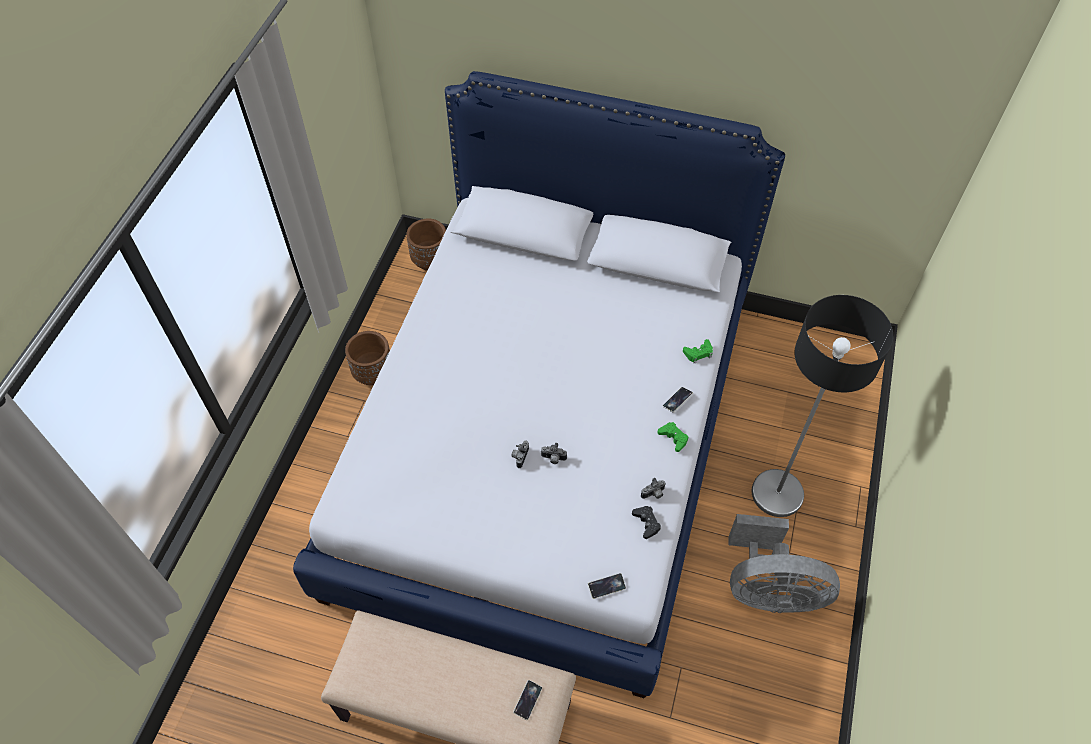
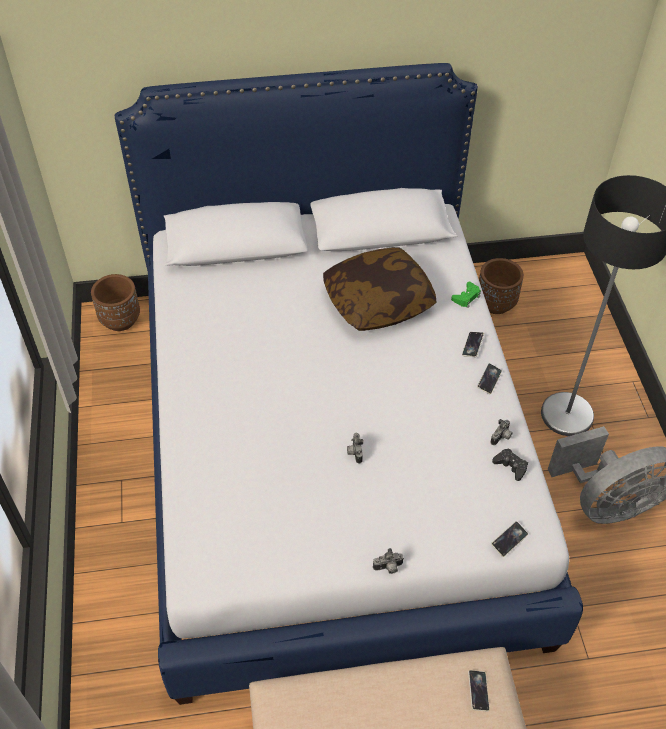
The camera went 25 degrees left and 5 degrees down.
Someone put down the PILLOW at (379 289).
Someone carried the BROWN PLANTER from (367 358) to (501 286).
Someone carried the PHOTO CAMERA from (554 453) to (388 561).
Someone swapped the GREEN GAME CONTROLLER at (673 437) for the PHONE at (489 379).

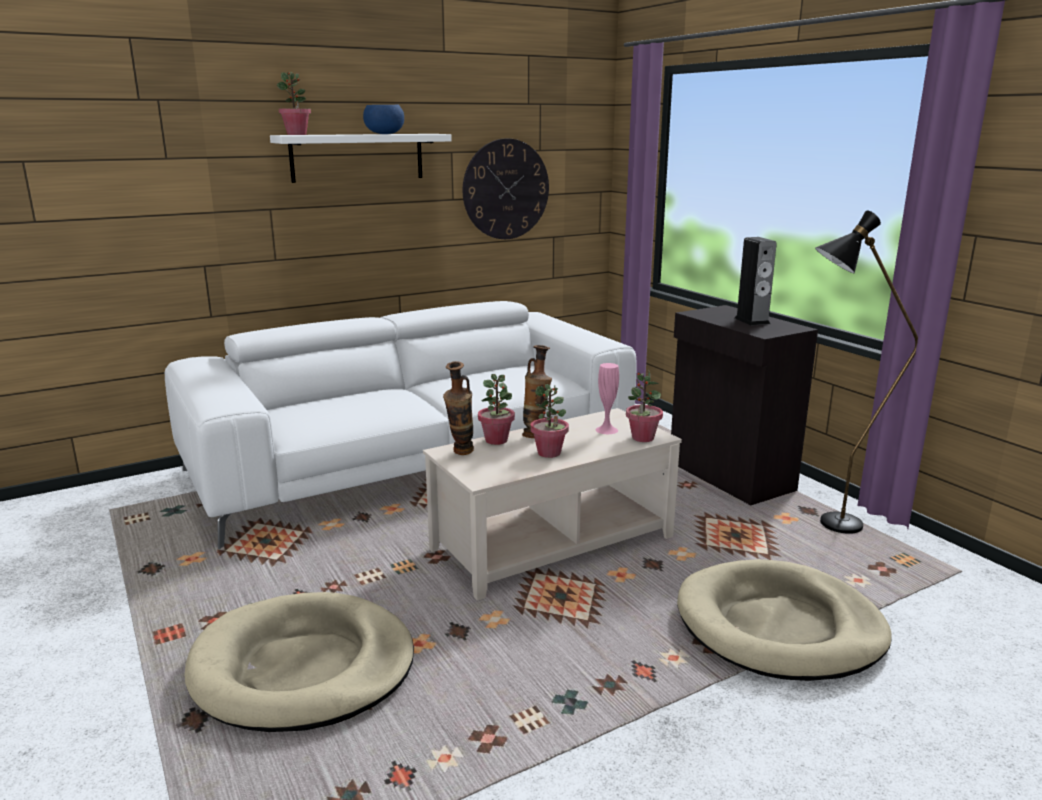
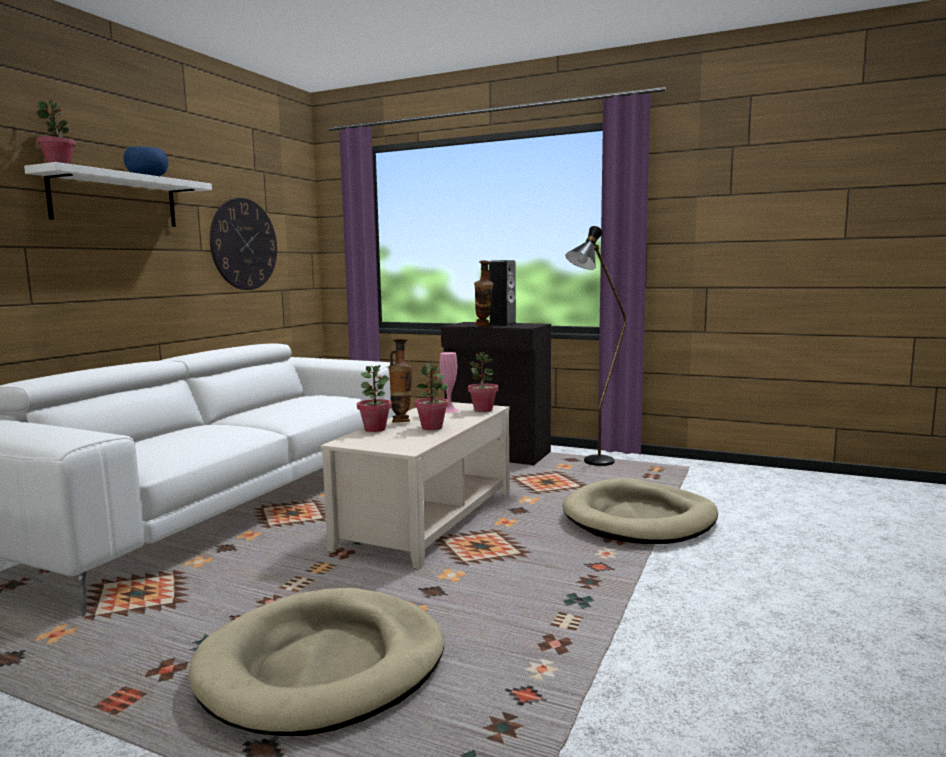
The camera went 35 degrees left and 10 degrees down.
Someone carried the VASE from (458 408) to (483 293).

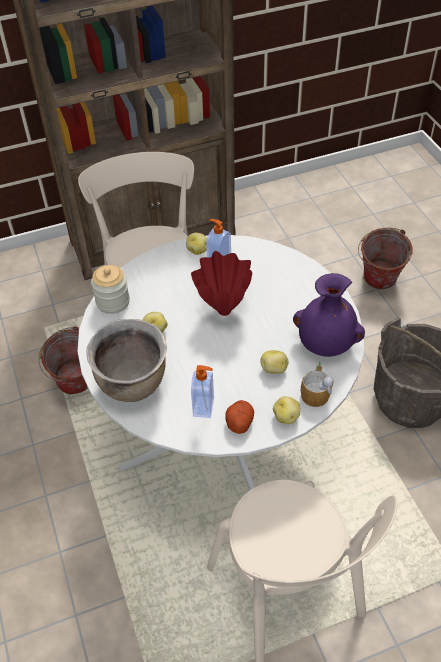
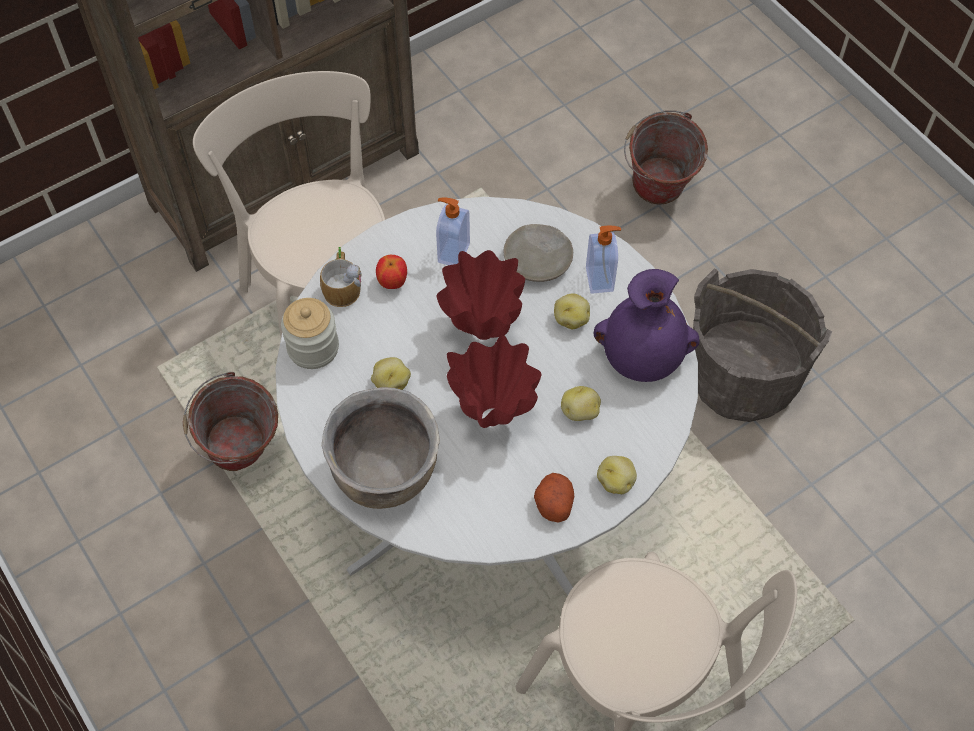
The camera went 15 degrees left and 10 degrees up.
Someone put down the APPLE at (391 272).
Someone put down the RED VASE at (494 381).
Someone put down the BEIGE PLATE at (538 253).
Someone carried the POTATO from (196 244) to (572 311).
Someone carried the SOAP DISPENSER from (202 391) to (603 260).
Someone carried the MUG from (317 384) to (341 277).

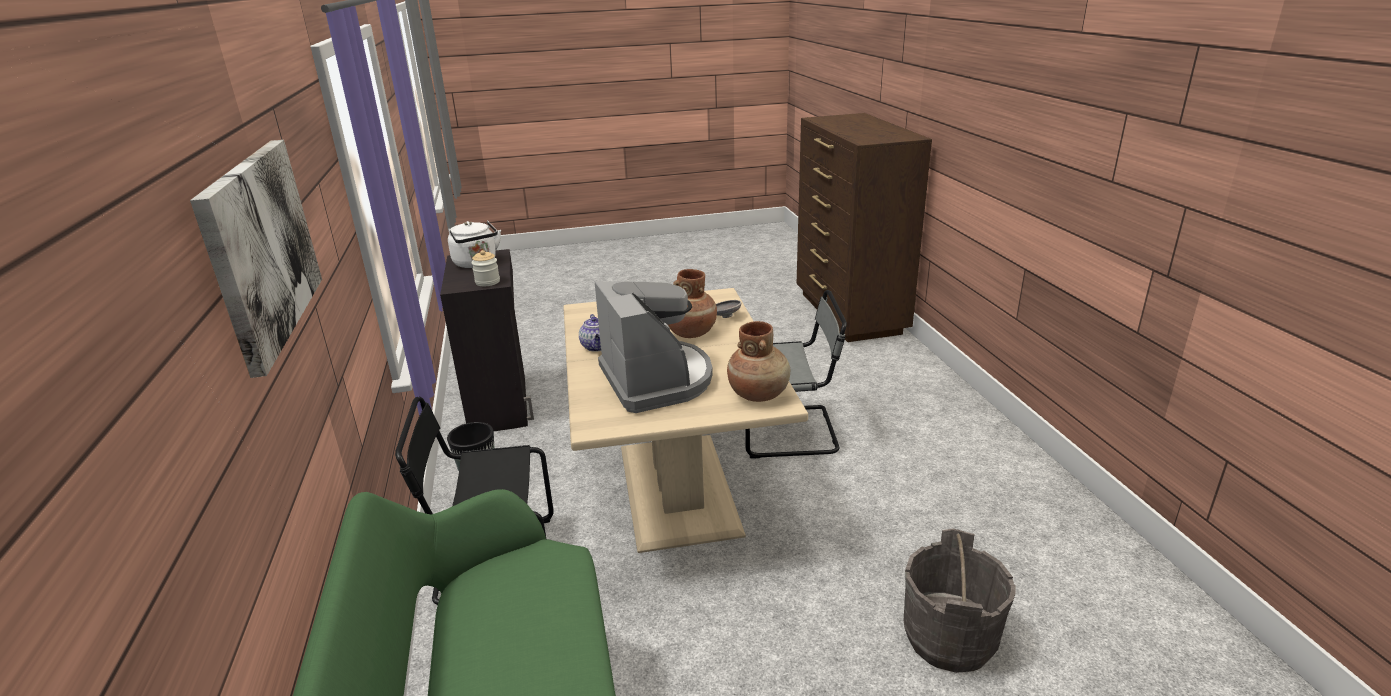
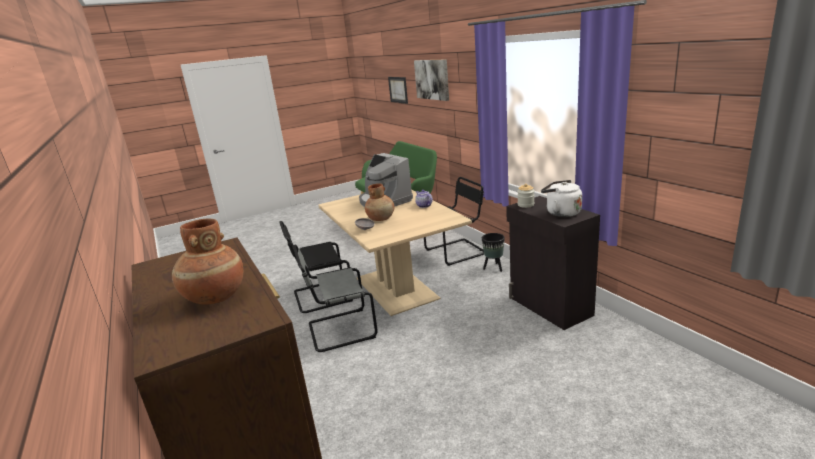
The camera went 165 degrees right and 5 degrees down.
Someone took away the GREY BUCKET at (960 600).
Someone put down the BLACK CHAIR at (316 267).
Someone put up the PICTURE at (398 90).
Someone carried the BROWN VASE from (758 361) to (207 262).

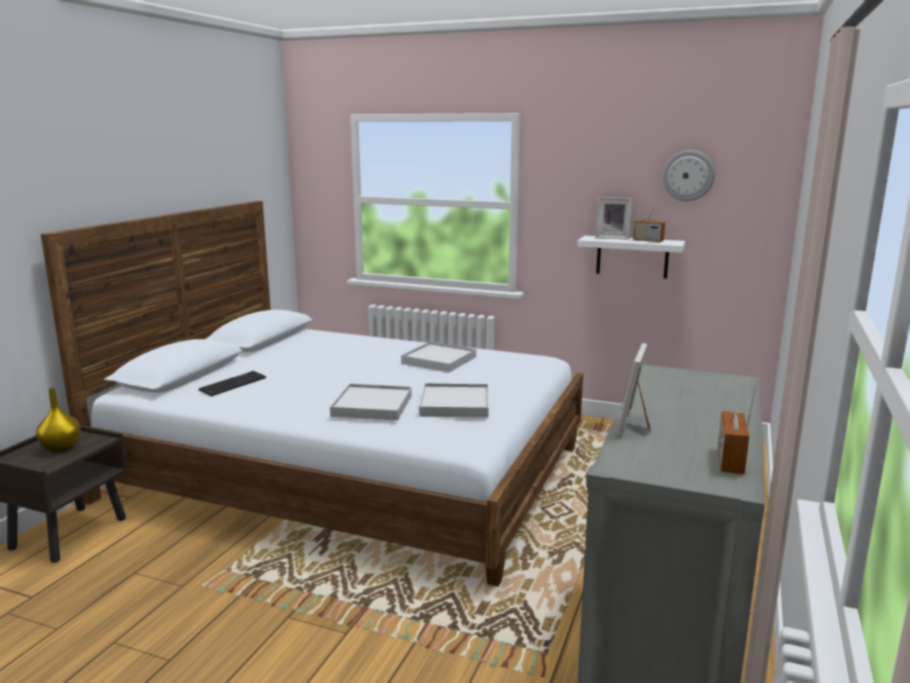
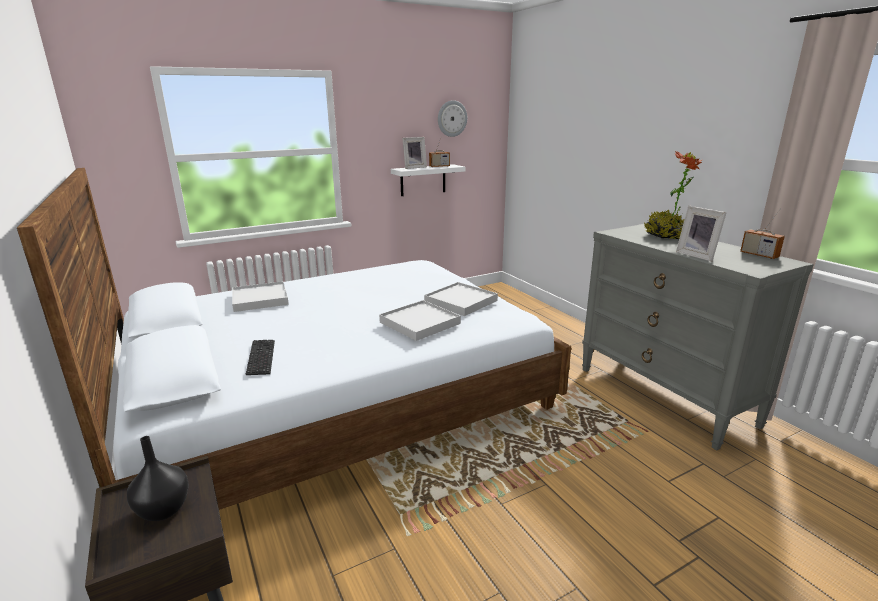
The camera went 50 degrees left and 5 degrees up.
Someone put down the POTTED PLANT at (673 195).
Someone carried the WHITE TRAY from (438 357) to (260 296).
Someone repainted the YELLOW VASE at (58 420), which became the BLACK VASE at (158 478).

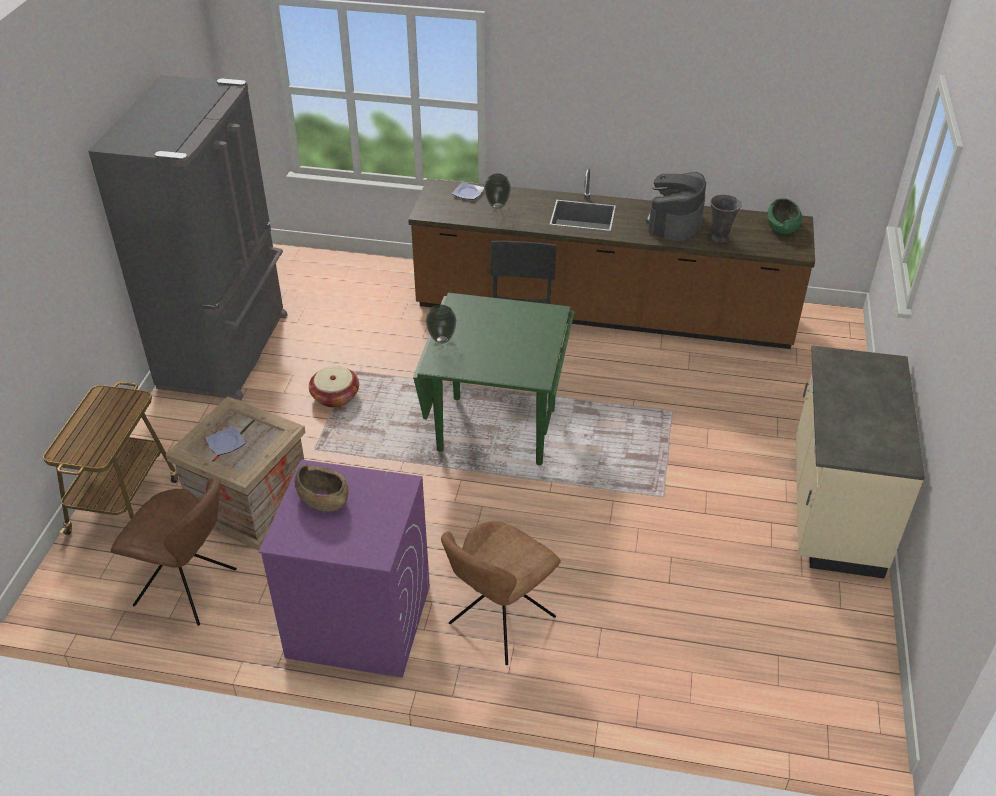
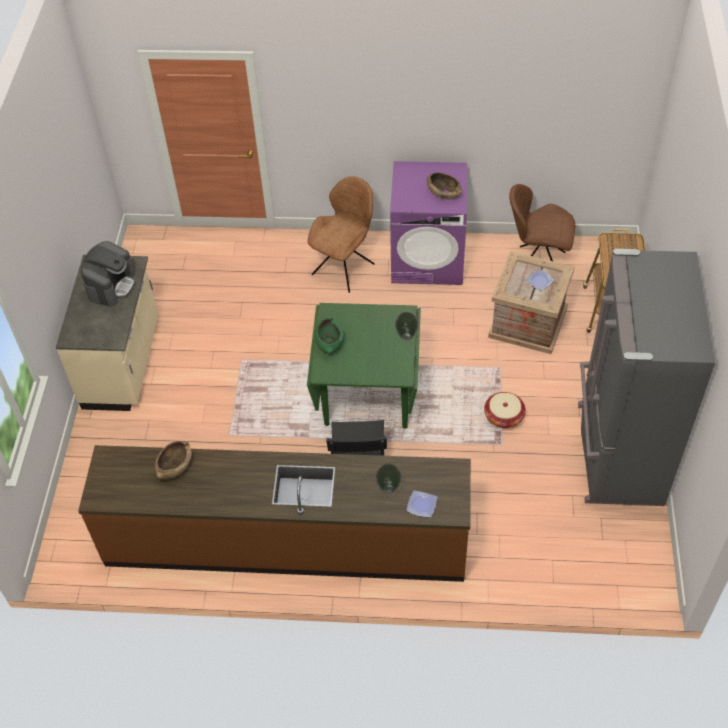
The camera went 175 degrees right and 10 degrees up.
Someone carried the COFFEE MACHINE from (676 206) to (108 274).
Someone carried the GREEN BOWL from (784 216) to (329 336).
Someone swapped the GREY VASE at (726 218) for the BROWN BOWL at (173 460).

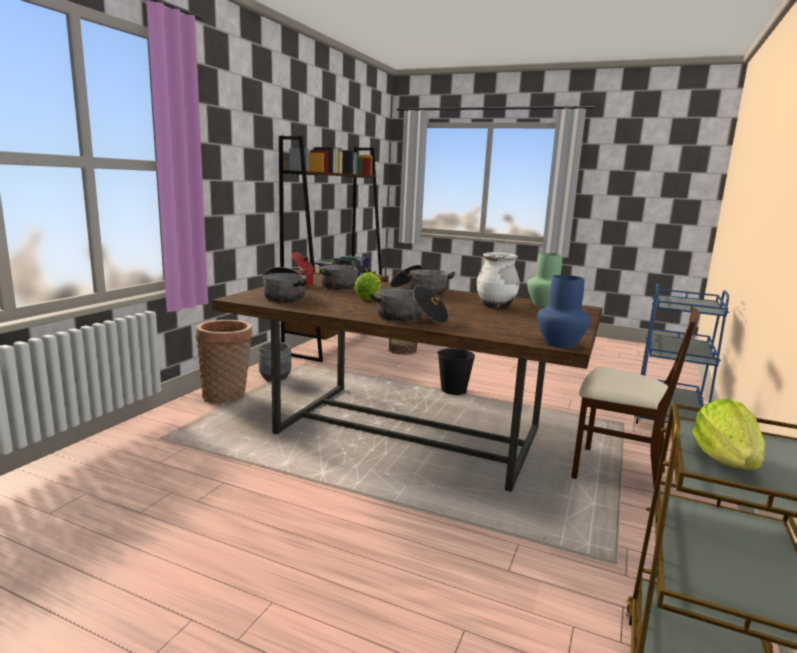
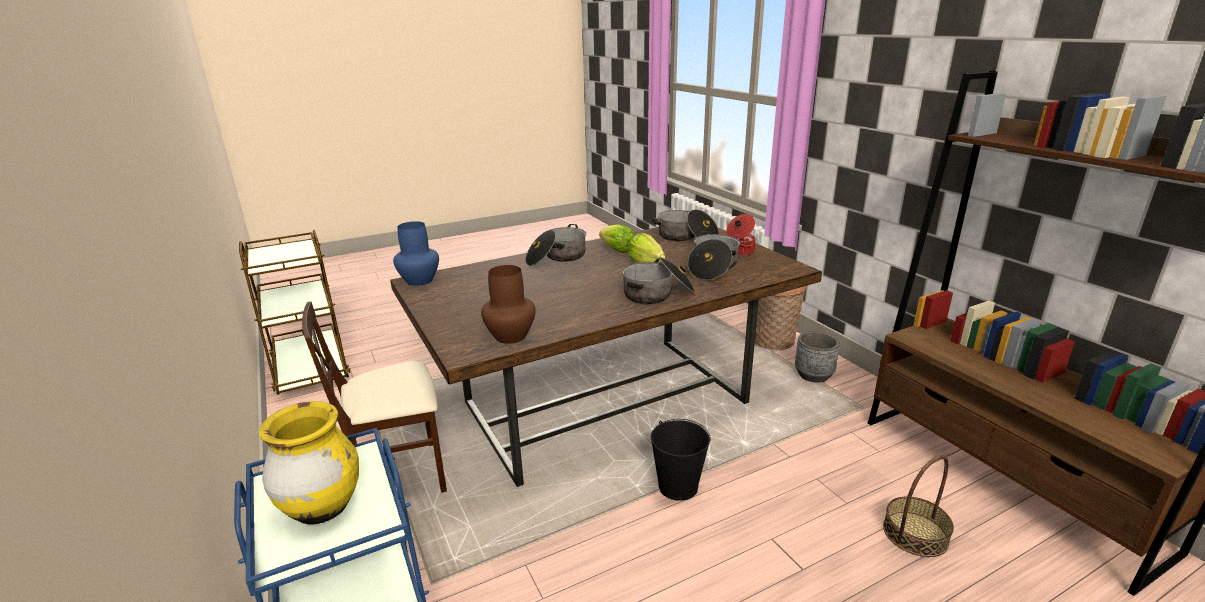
The camera went 130 degrees right and 10 degrees up.
Someone took away the WHITE VASE at (498 280).
Someone put down the YELLOW VASE at (309 462).
Someone carried the LETTUCE from (728 434) to (617 238).
Someone repainted the GREEN VASE at (544 280), which became the BROWN VASE at (508 304).

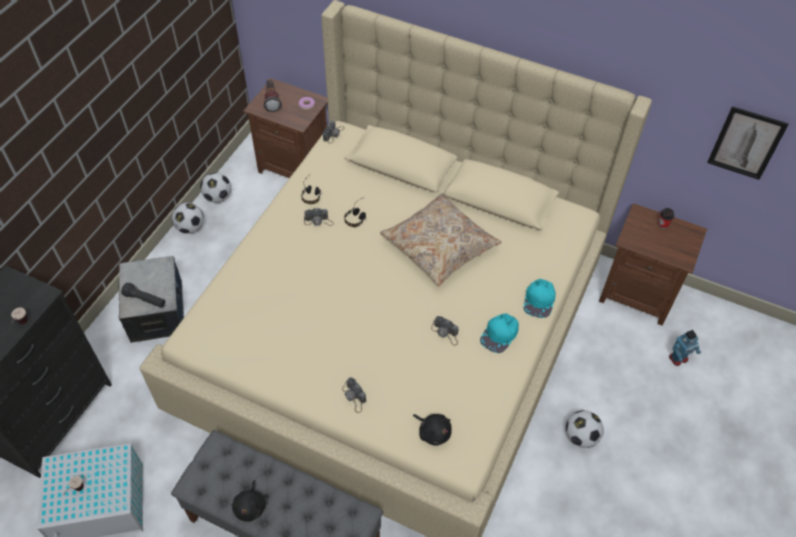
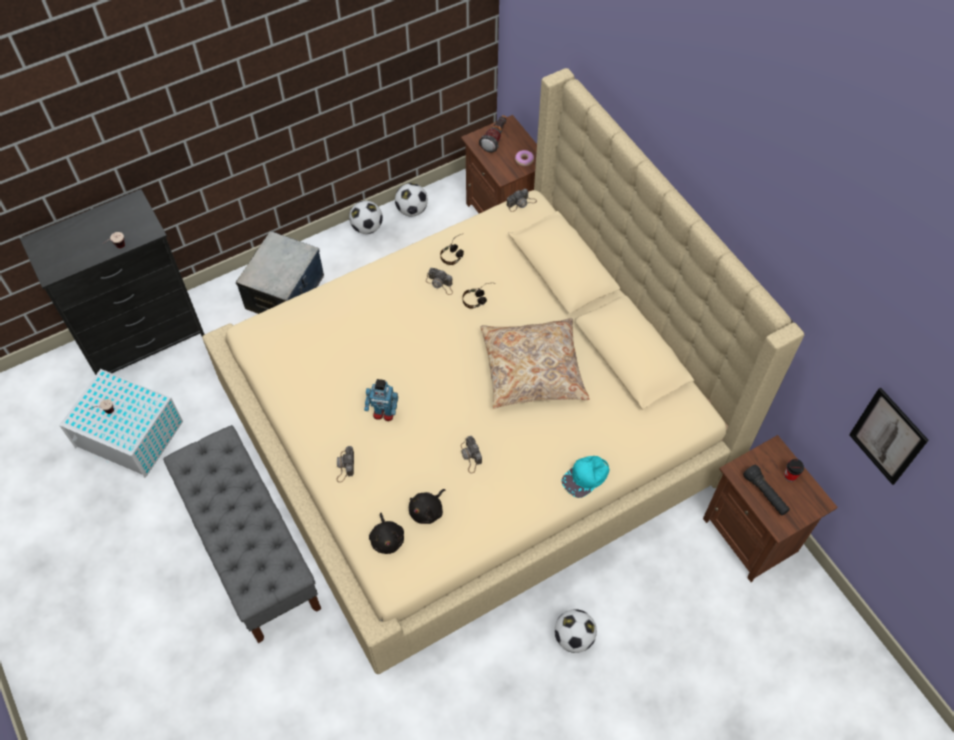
The camera went 35 degrees right and 5 degrees up.
Someone took away the TURQUOISE CAP at (499 333).
Someone carried the BLACK FLASHLIGHT from (143 295) to (766 490).
Someone carried the BLACK PLUSH TOY from (249 501) to (427 506).
Someone carried the TOY ROBOT from (685 348) to (381 400).

